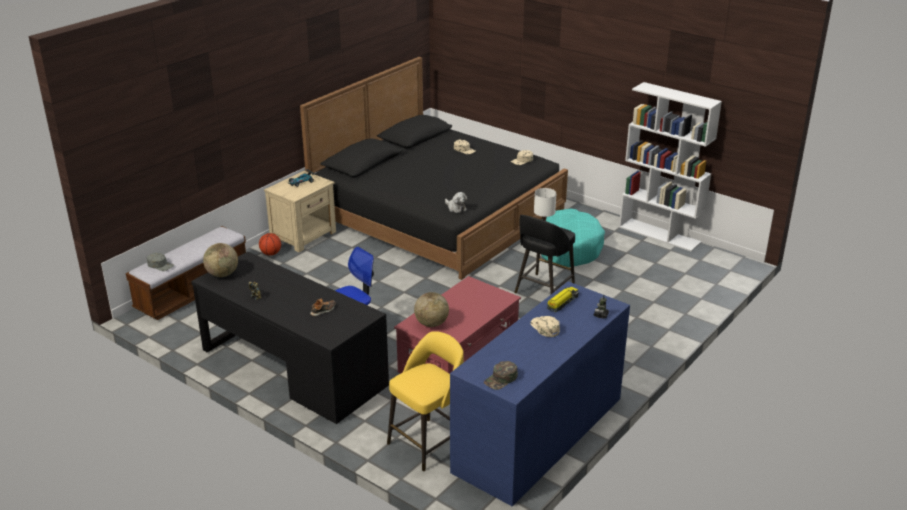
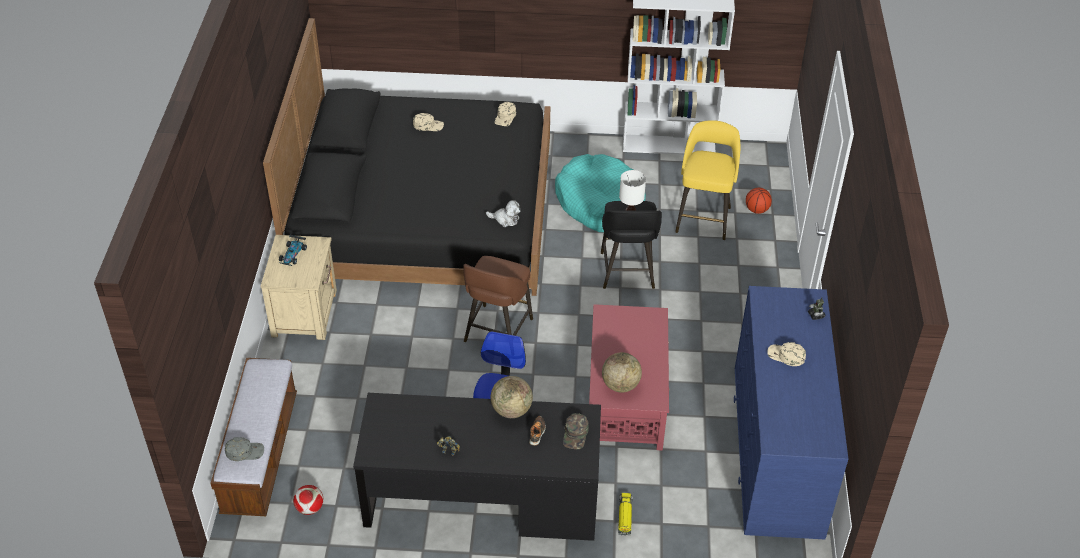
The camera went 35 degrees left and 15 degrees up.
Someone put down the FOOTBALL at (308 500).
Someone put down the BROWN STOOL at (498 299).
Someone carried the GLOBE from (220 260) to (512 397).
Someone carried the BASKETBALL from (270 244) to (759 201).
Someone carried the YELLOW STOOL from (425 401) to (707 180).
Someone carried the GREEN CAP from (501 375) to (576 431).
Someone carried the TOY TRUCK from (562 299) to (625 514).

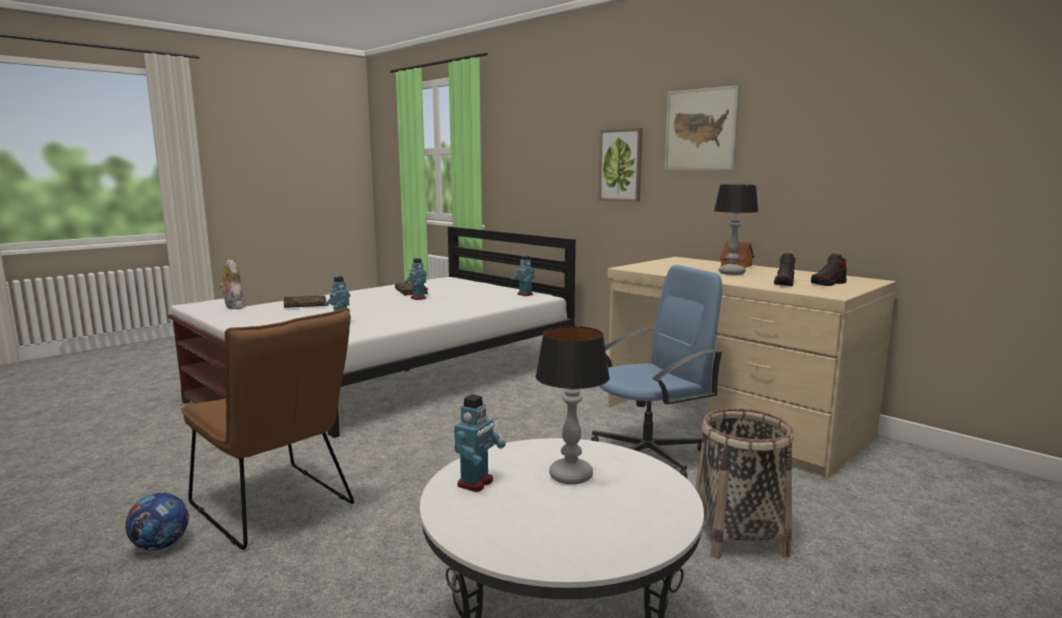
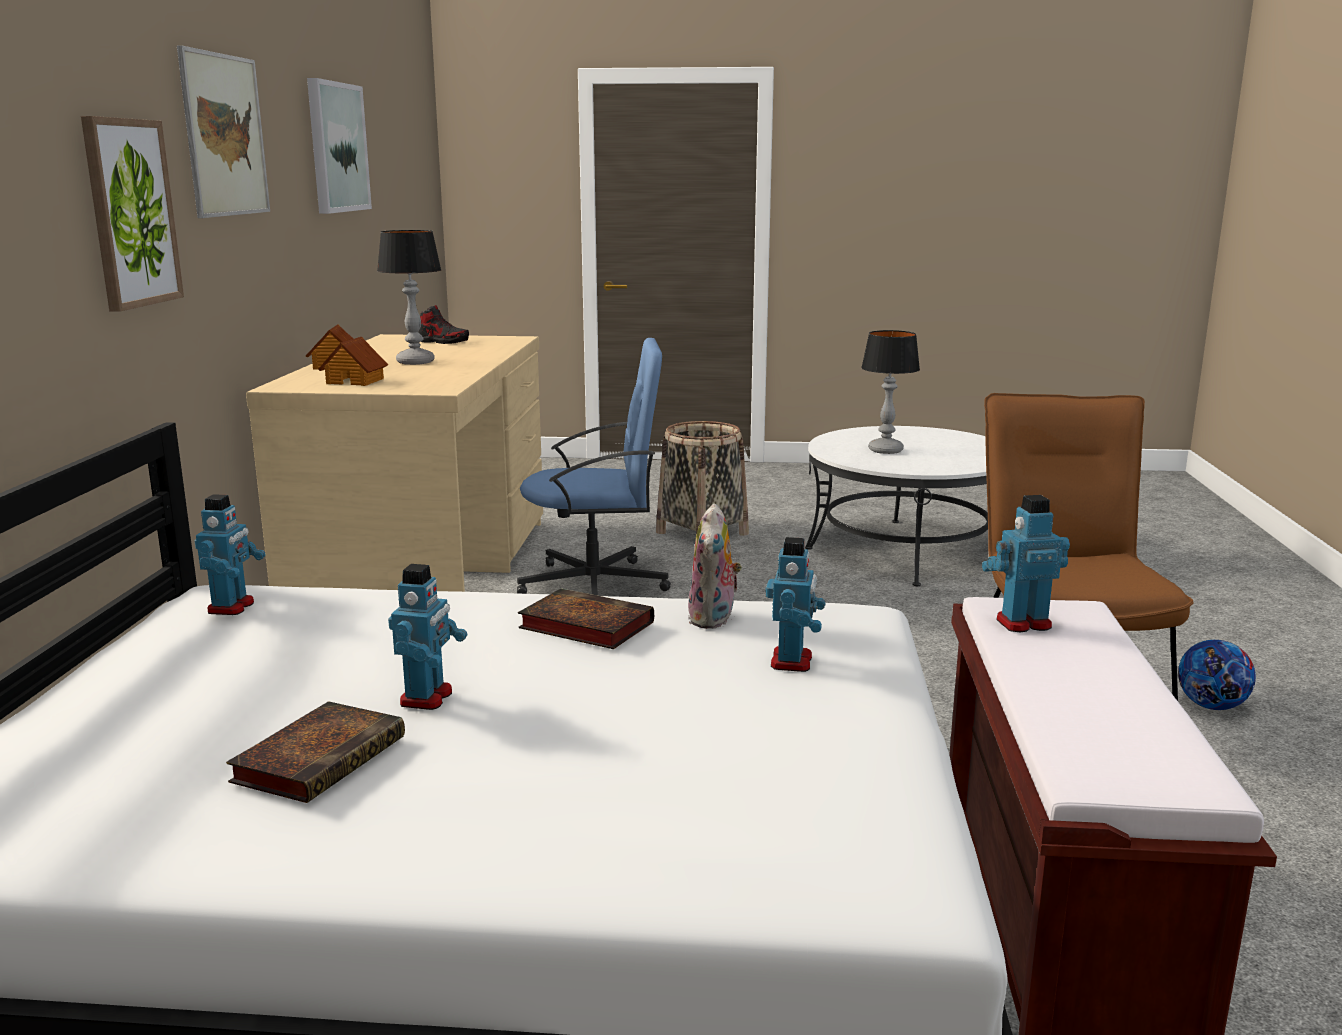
The camera went 130 degrees left and 5 degrees up.
Someone took away the SHOE at (785 269).
Someone put up the PICTURE at (339 146).
Someone put down the TOY HOUSE at (353 361).
Someone carried the PLUSH TOY from (233 284) to (715 566).
Someone carried the BOOK from (305 301) to (586 618).
Someone carried the TOY ROBOT from (480 443) to (1026 564).
Someone rotated the BLUE OFFICE CHAIR at (657 371) by 150 degrees clockwise.

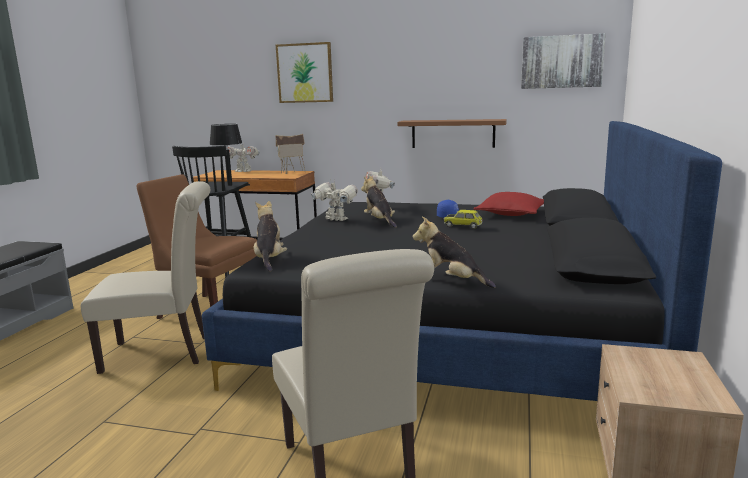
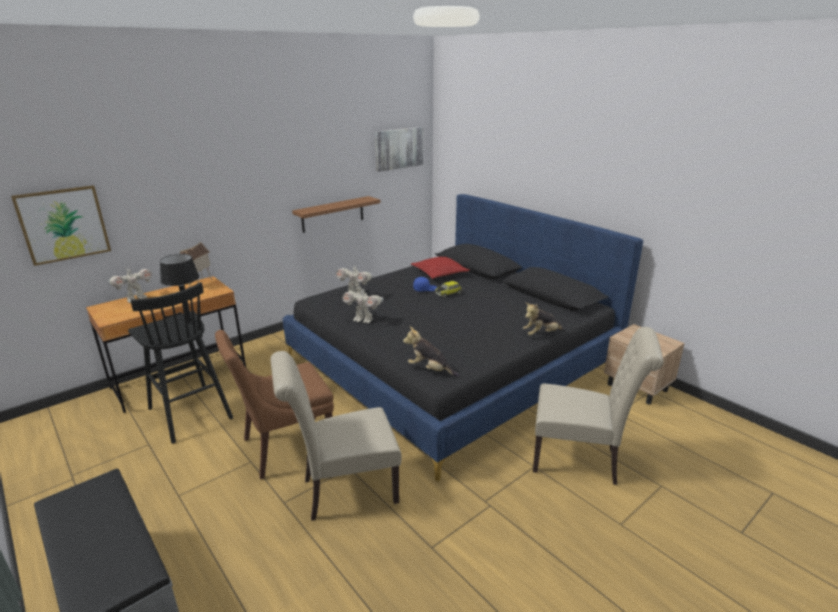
The camera went 55 degrees left and 10 degrees up.
Someone took away the PLUSH TOY at (379 202).
Someone carried the PICTURE from (304 72) to (61 225).
Someone rotated the BEIGE CHAIR at (146 277) by 135 degrees counterclockwise.
Someone rotated the TOY ROBOT at (334 200) by 135 degrees counterclockwise.

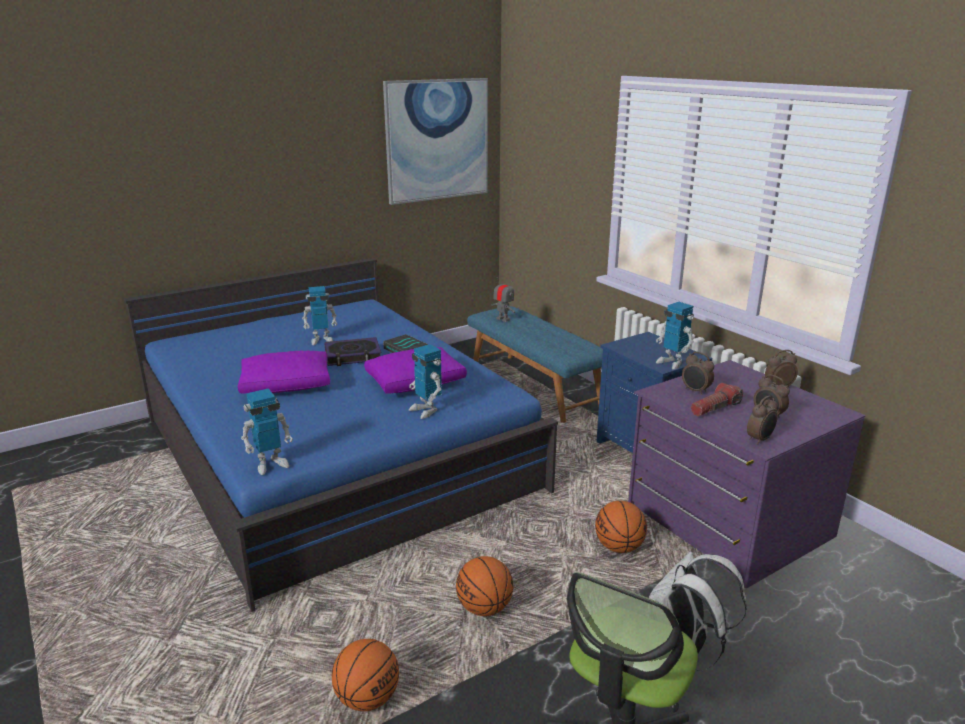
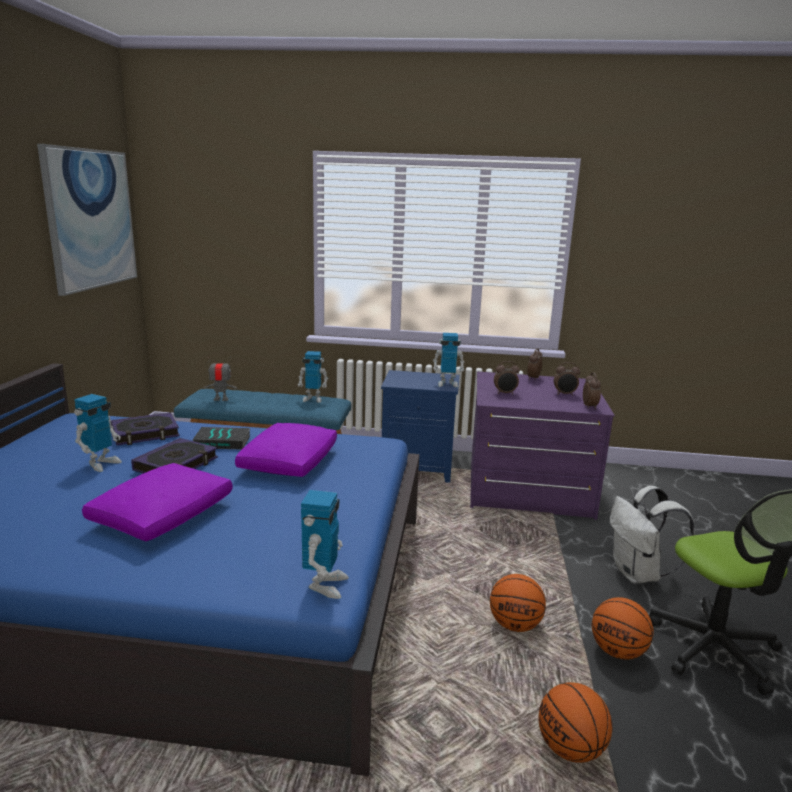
The camera went 50 degrees left and 5 degrees down.
Someone took away the FLASHLIGHT at (717 399).
Someone put down the BOOK at (145 428).
Someone carried the TOY ROBOT from (425 381) to (313 377).
Someone carried the BASKETBALL from (621 527) to (623 628).

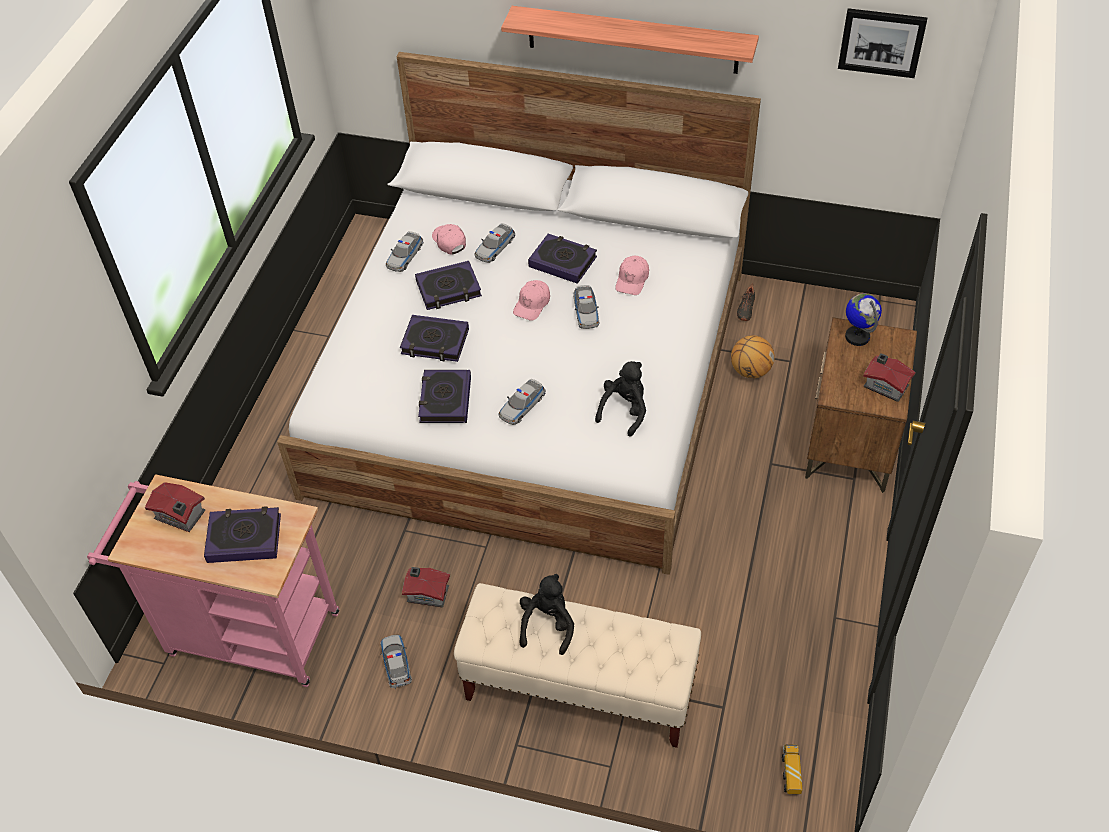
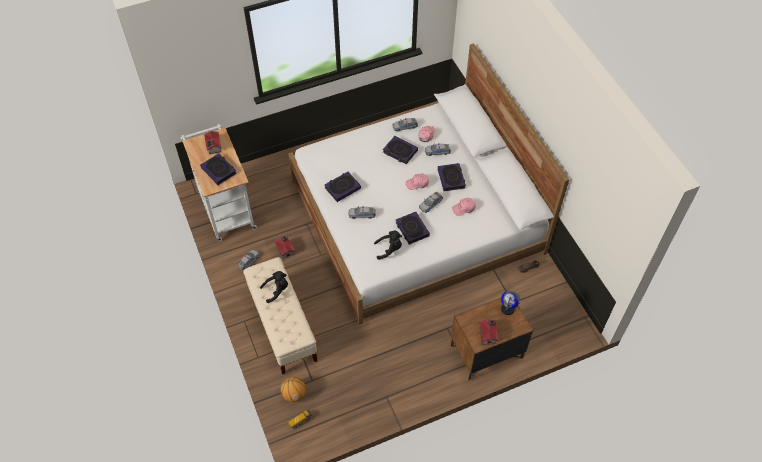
The camera went 50 degrees right and 5 degrees up.
Someone took away the SHELF at (630 40).
Someone took away the PICTURE at (882 43).
Someone carried the BOOK from (434 338) to (412 228).
Someone carried the BASKETBALL from (753 356) to (293 389).
Someone repainted the PINK CART at (213 580), which became the WHITE CART at (218 182).

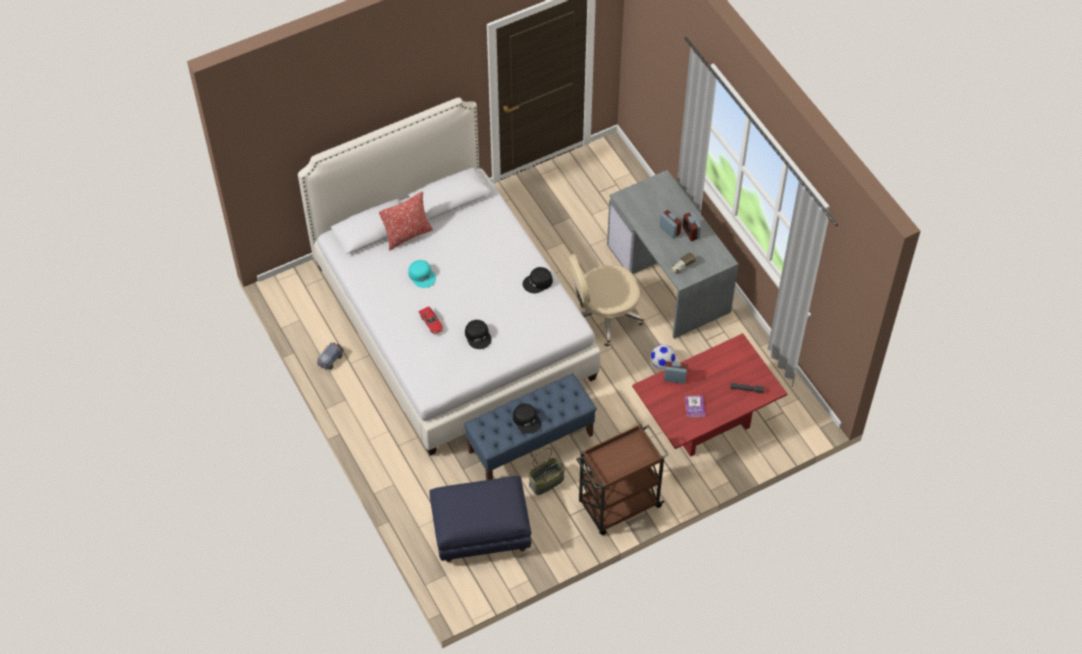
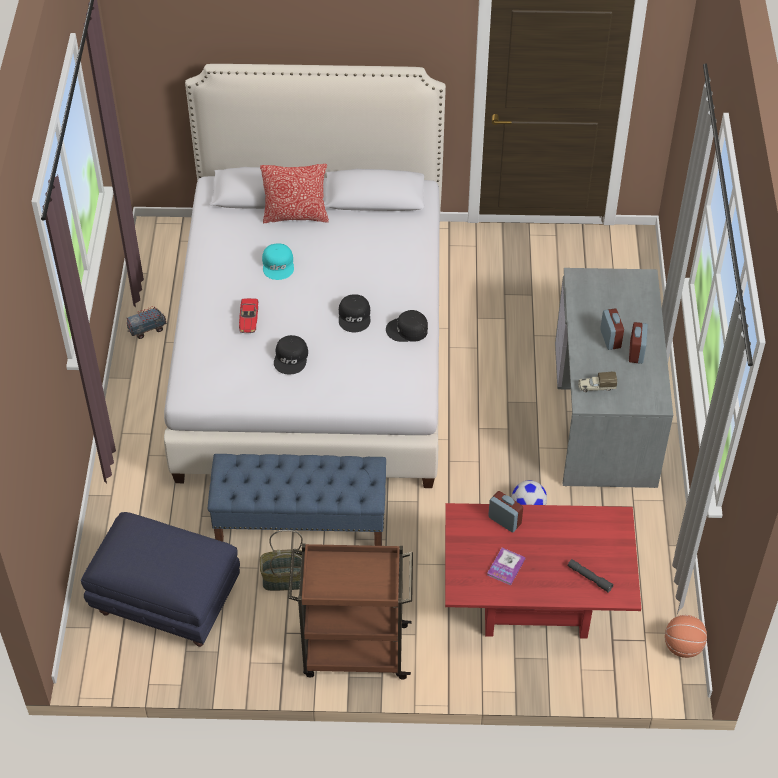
The camera went 30 degrees right and 5 degrees down.
Someone took away the BEIGE OFFICE CHAIR at (606 300).
Someone put down the BASKETBALL at (686 636).
Someone carried the BLACK CAP from (527 419) to (354 313).

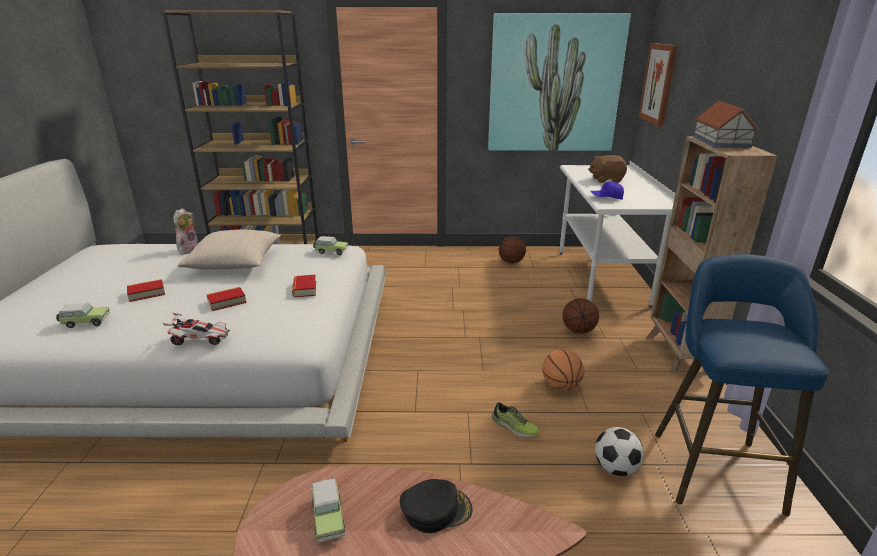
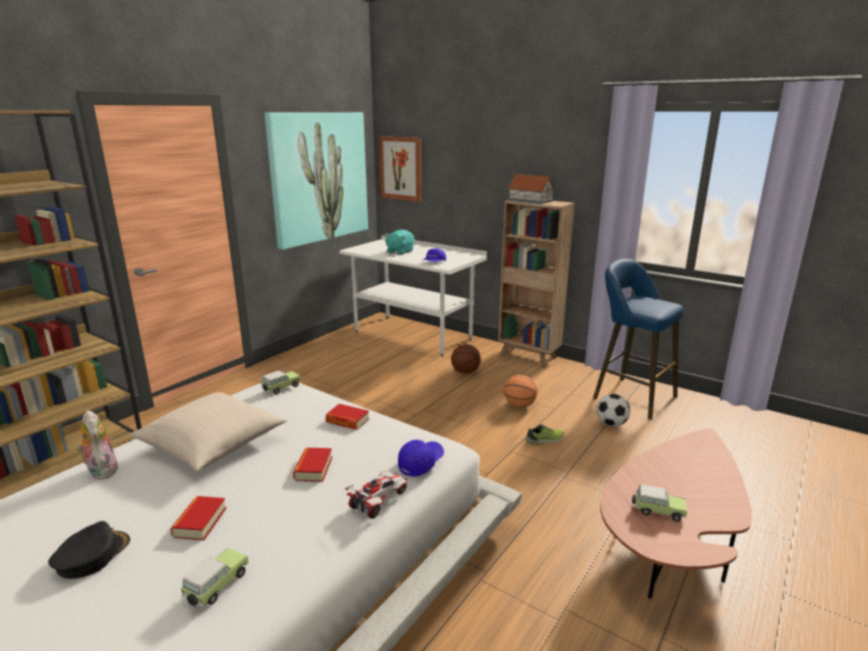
The camera went 55 degrees left and 5 degrees down.
Someone took away the BASKETBALL at (512 250).
Someone put down the BLUE CAP at (421 458).
Someone carried the BLACK CAP from (436 506) to (89 550).
Someone repainted the BROWN PLUSH TOY at (607 169), which became the TURQUOISE PLUSH TOY at (400 242).

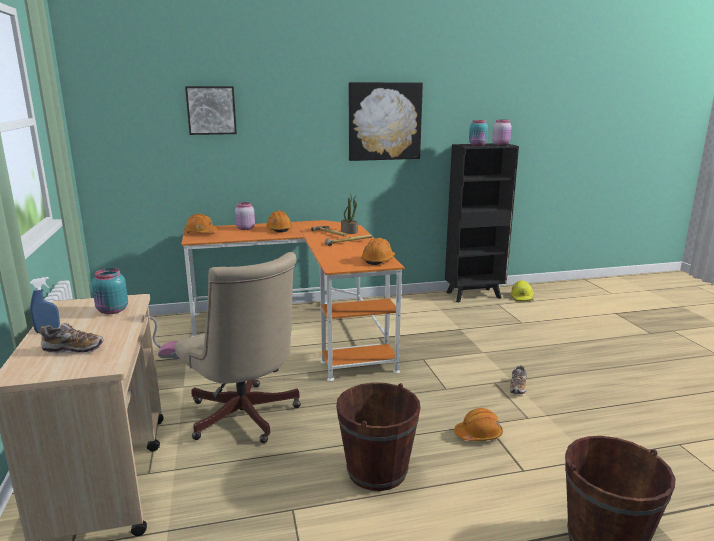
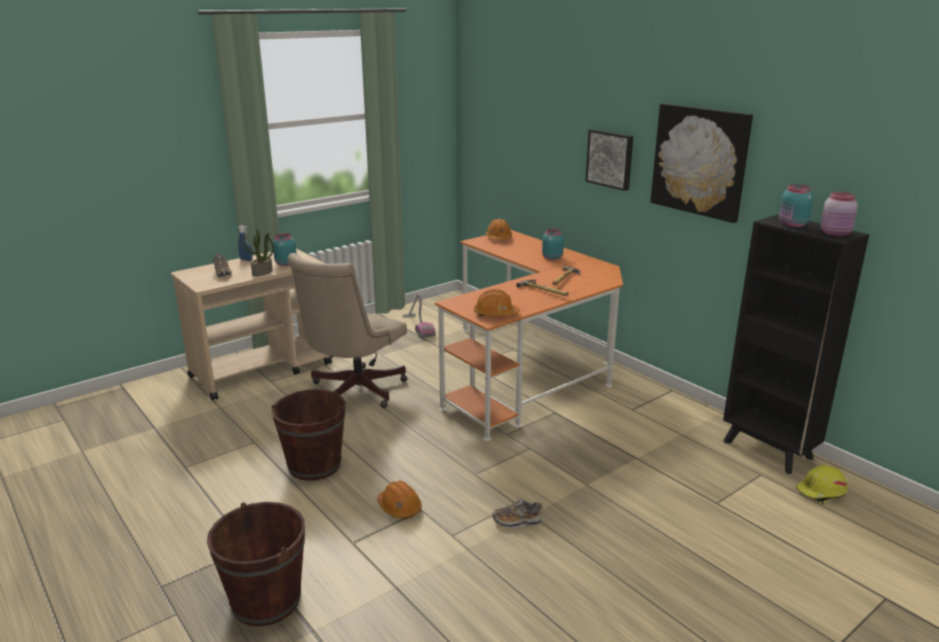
The camera went 65 degrees right and 5 degrees up.
Someone took away the PINK JAR at (245 216).
Someone carried the PICTURE from (211 110) to (609 160).
Someone carried the POTTED PLANT from (349 213) to (259 252).
Someone swapped the ORANGE HARD HAT at (279 221) for the TURQUOISE JAR at (553 244).

